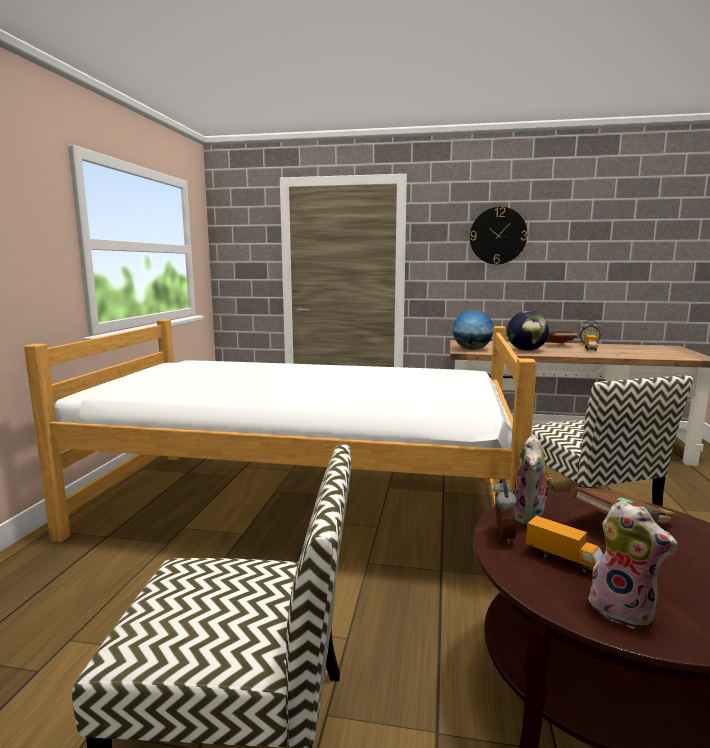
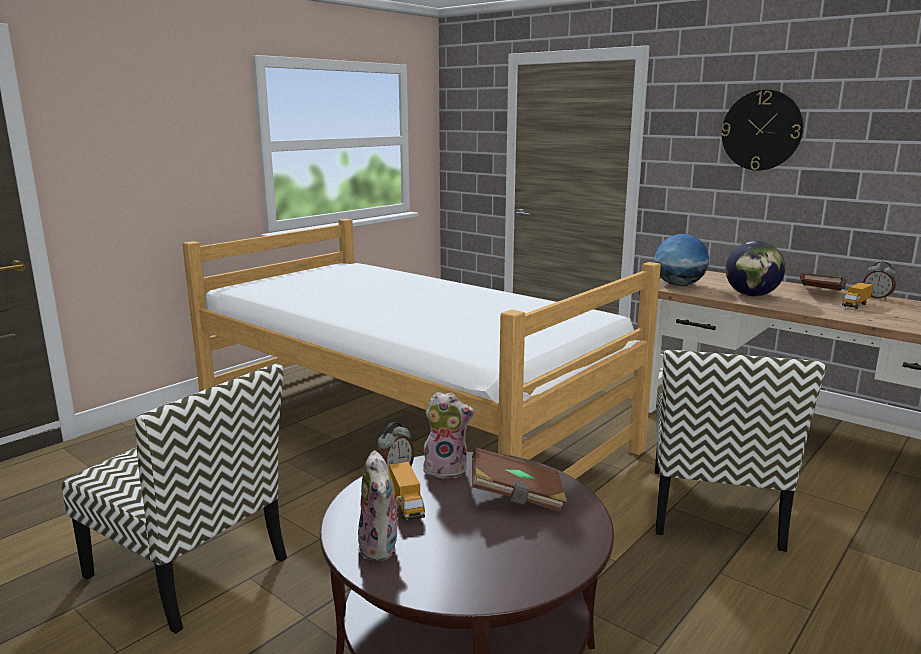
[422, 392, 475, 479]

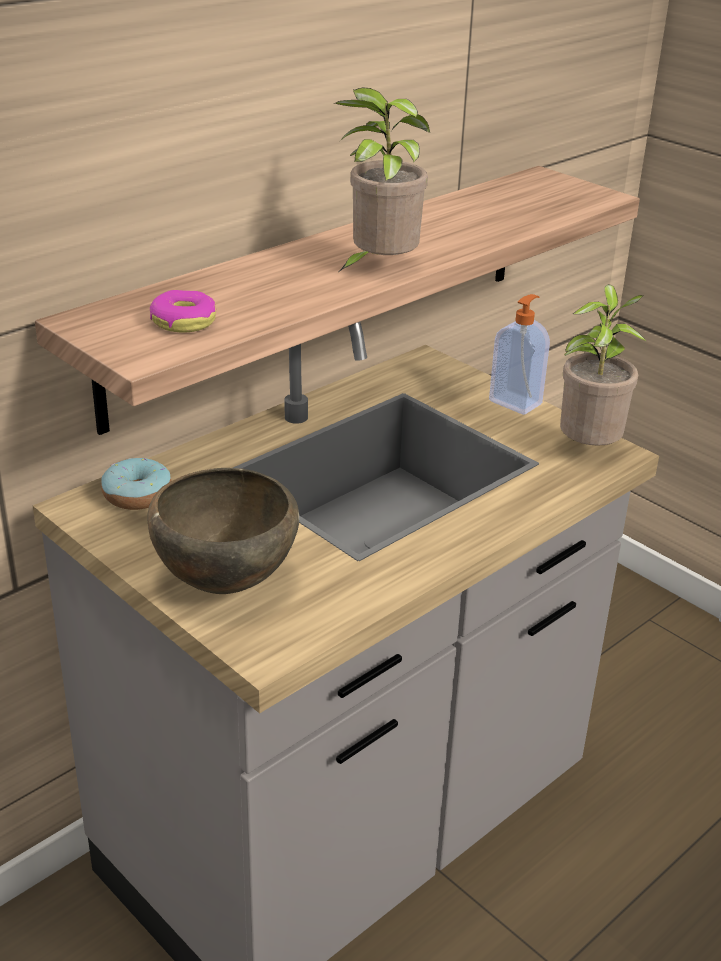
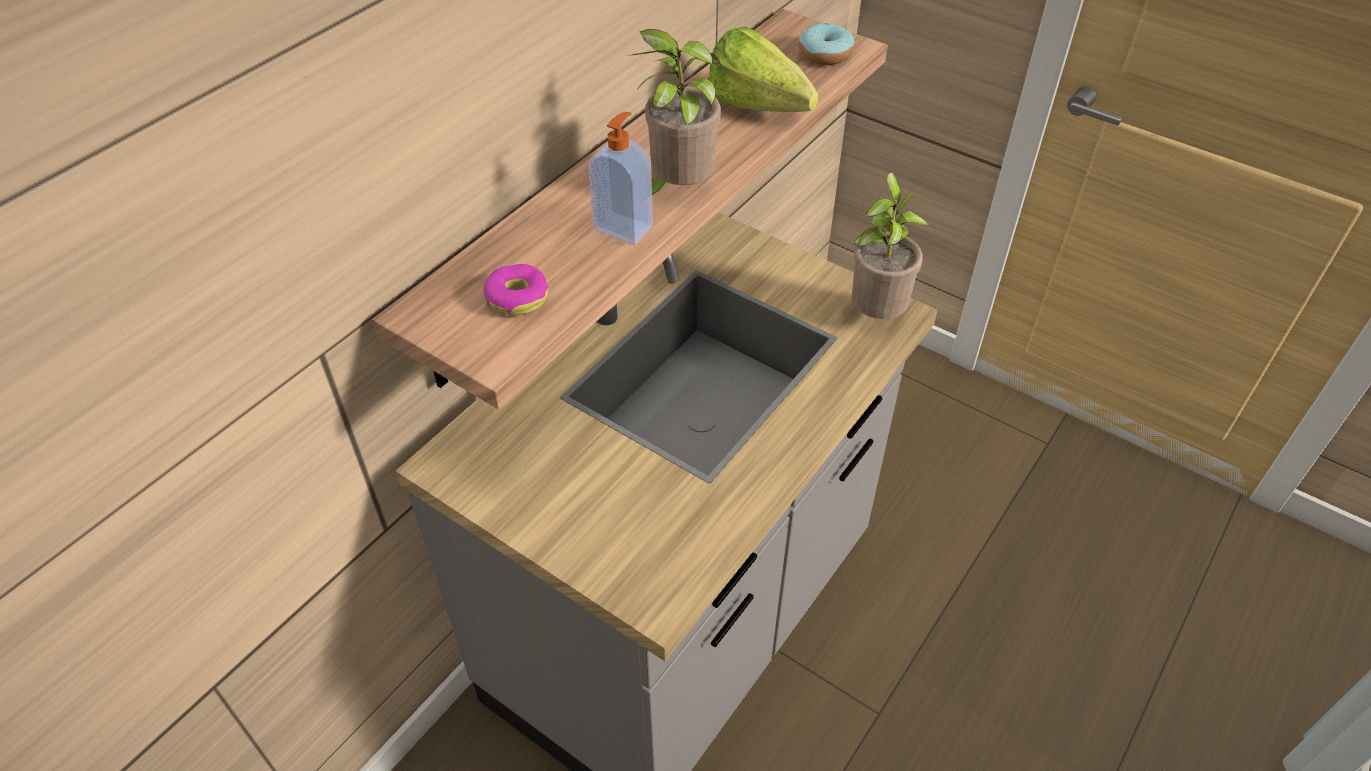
[147, 468, 299, 594] (first image)
[709, 26, 818, 112]
[799, 23, 854, 65]
[588, 112, 653, 245]

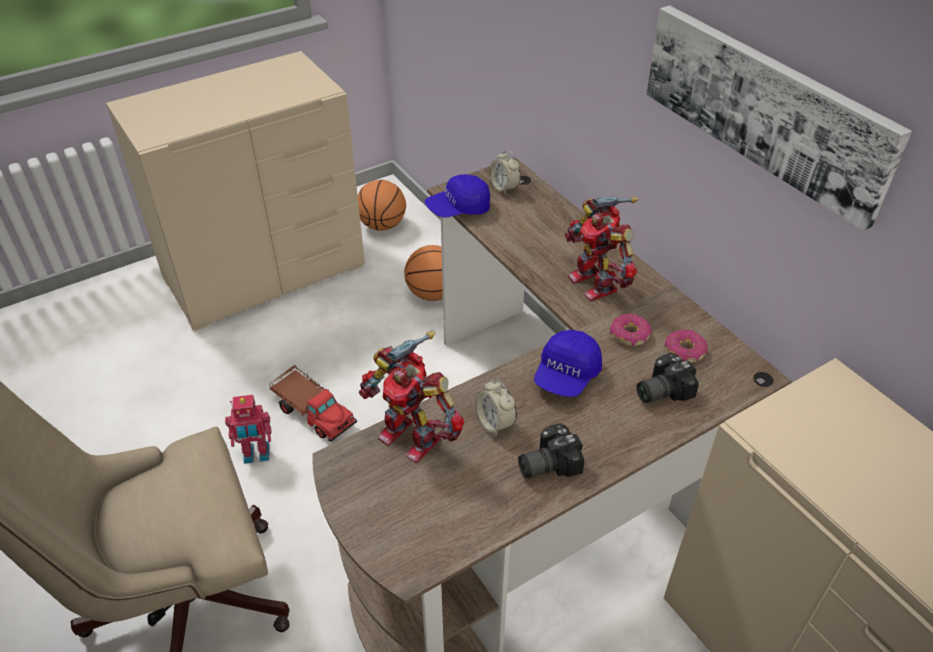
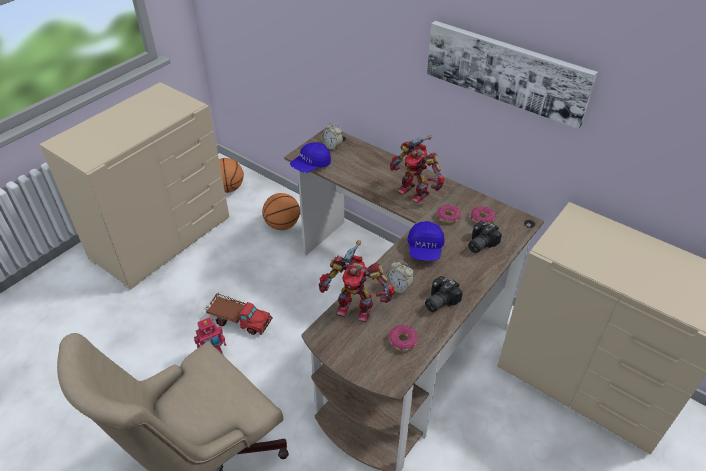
[389, 325, 418, 351]

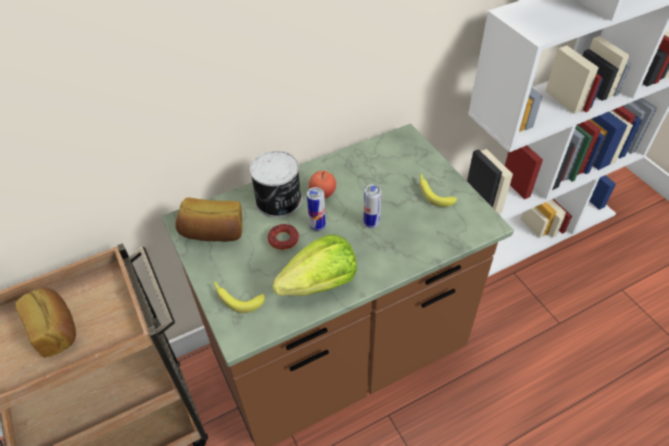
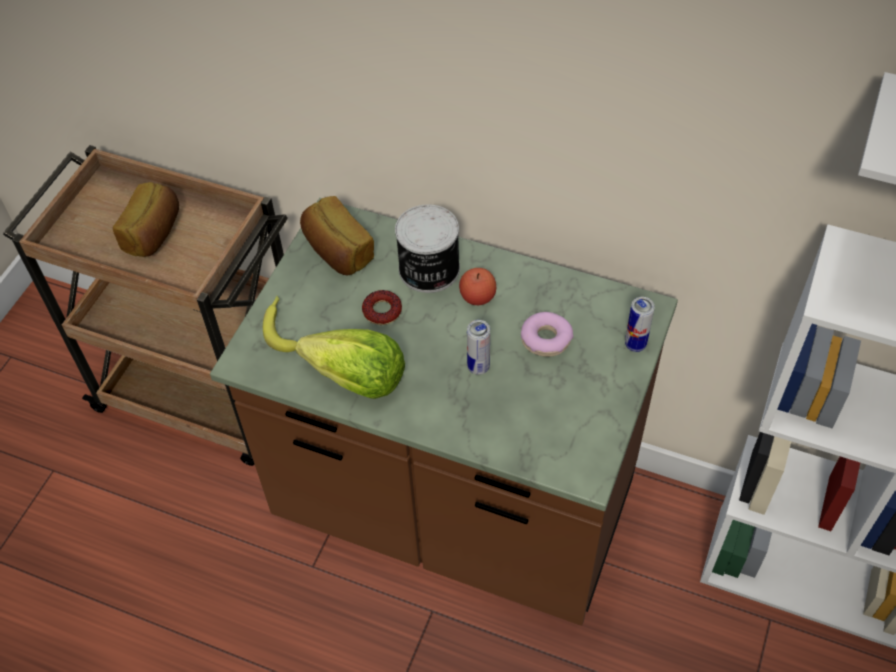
[420, 173, 457, 207] (first image)
[521, 312, 573, 357]
[625, 297, 655, 352]

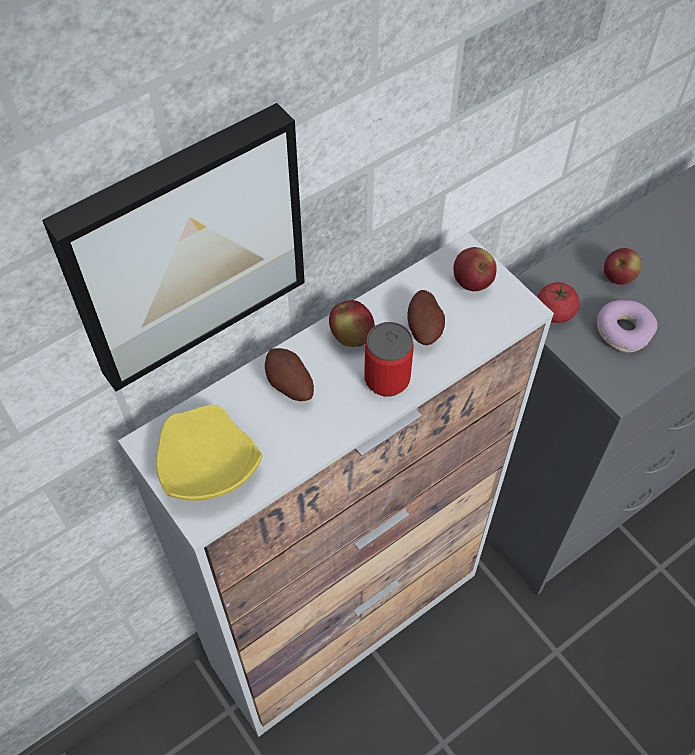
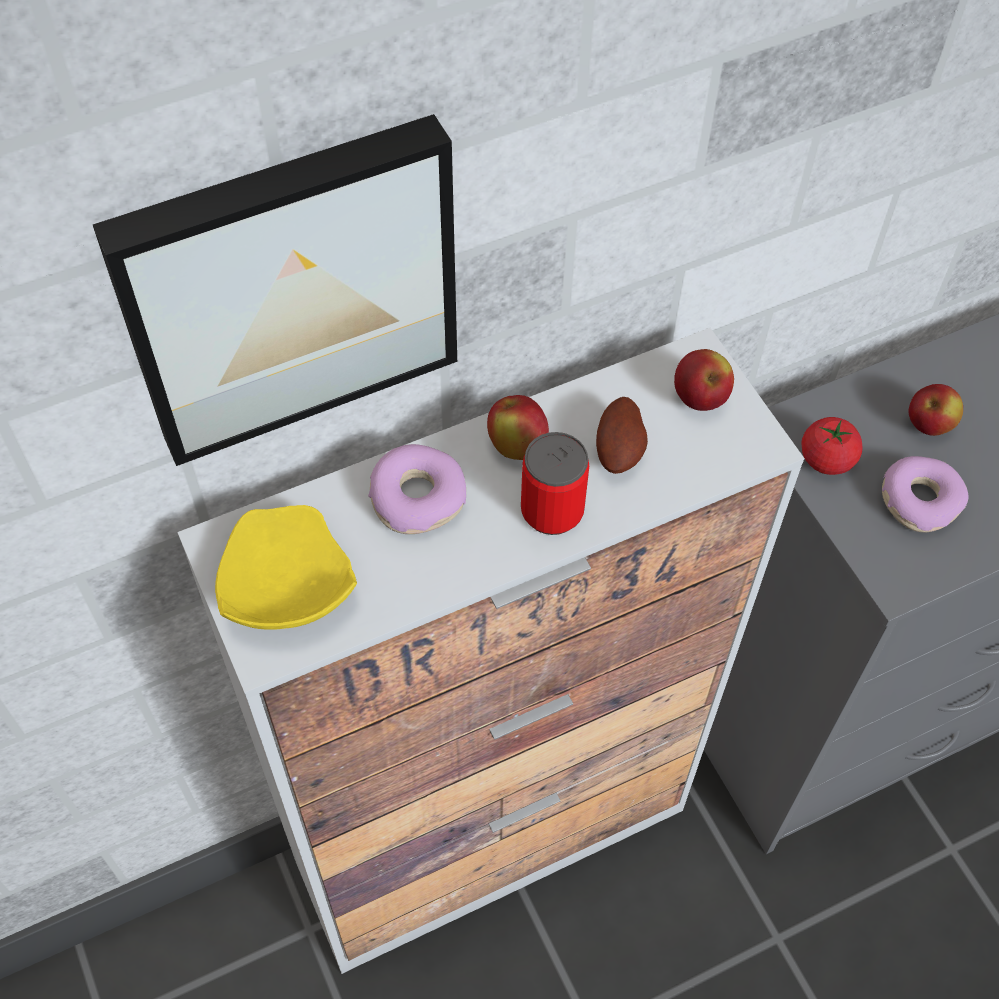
[368, 444, 466, 534]

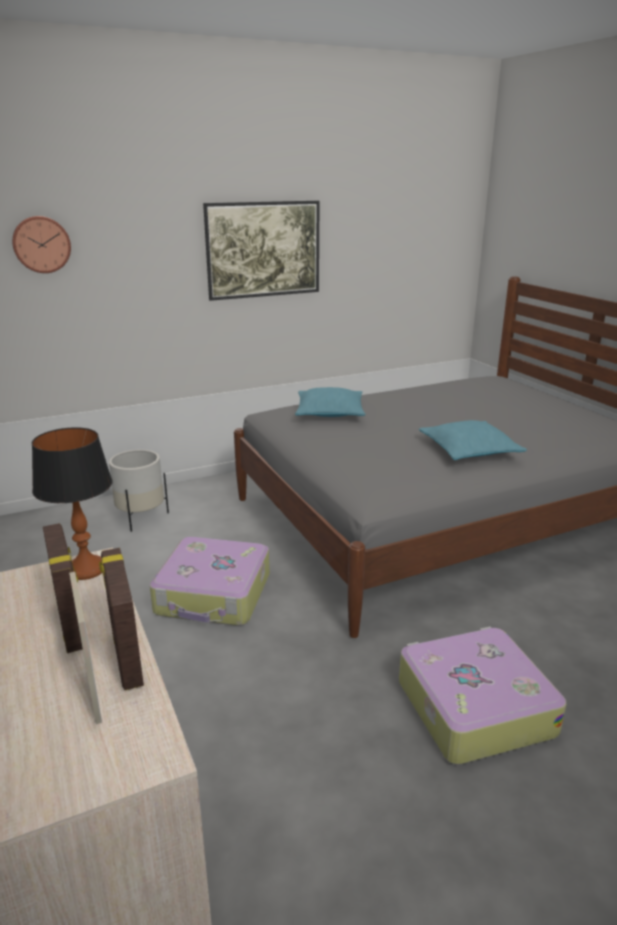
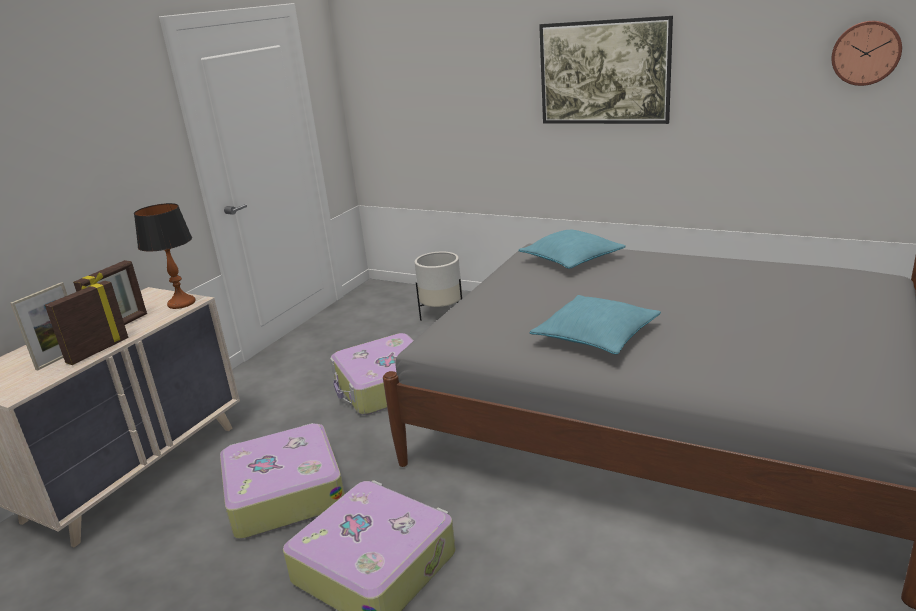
[220, 423, 345, 539]
[831, 21, 902, 86]

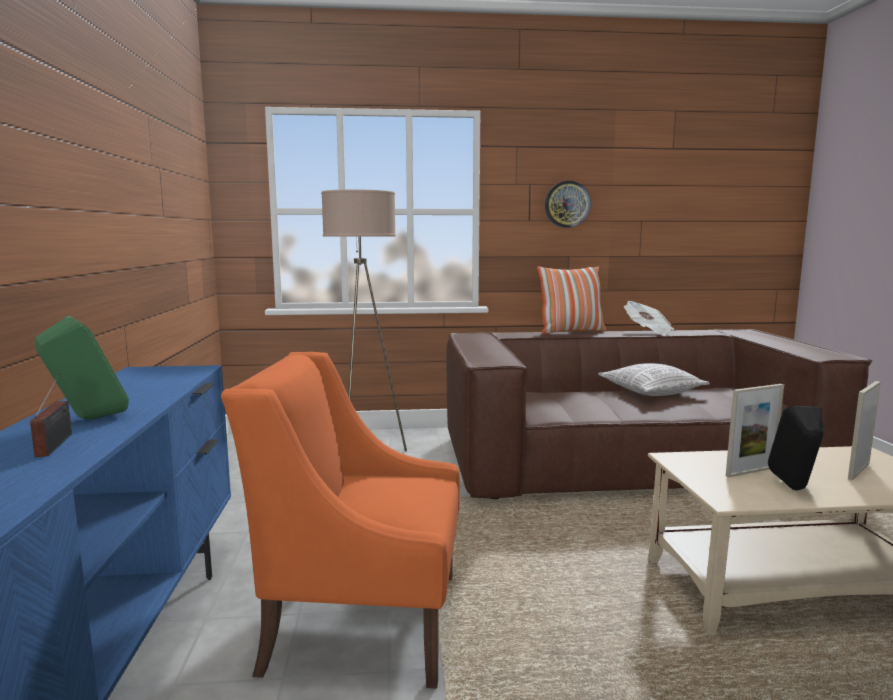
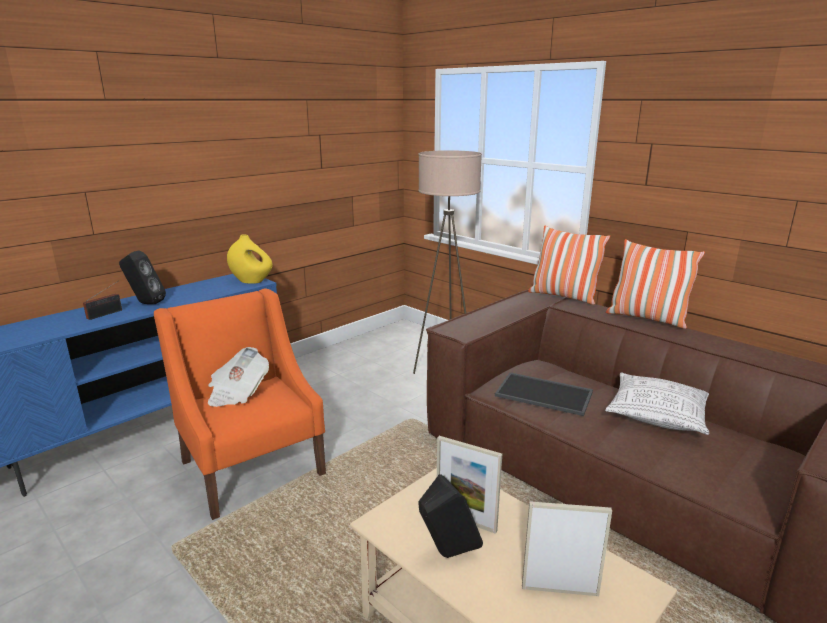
[545, 181, 591, 228] (first image)
[227, 234, 273, 284]
[495, 372, 593, 416]
[528, 225, 610, 305]
[208, 347, 269, 407]
[119, 250, 166, 304]

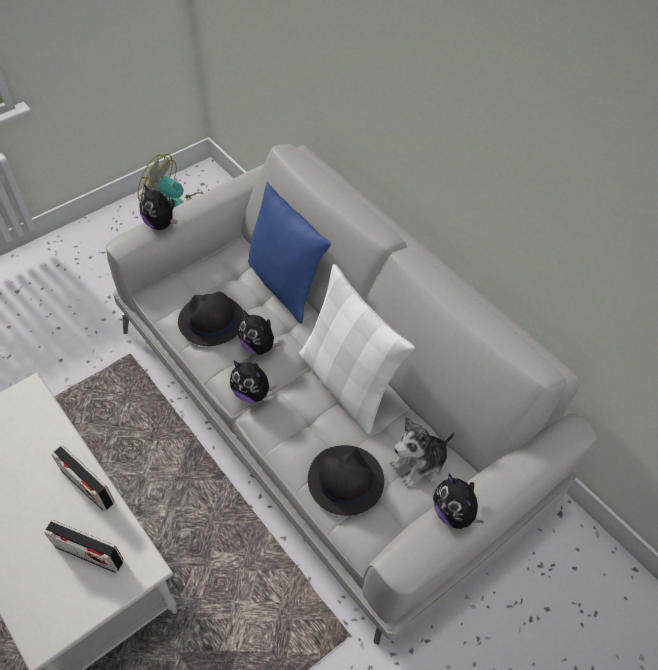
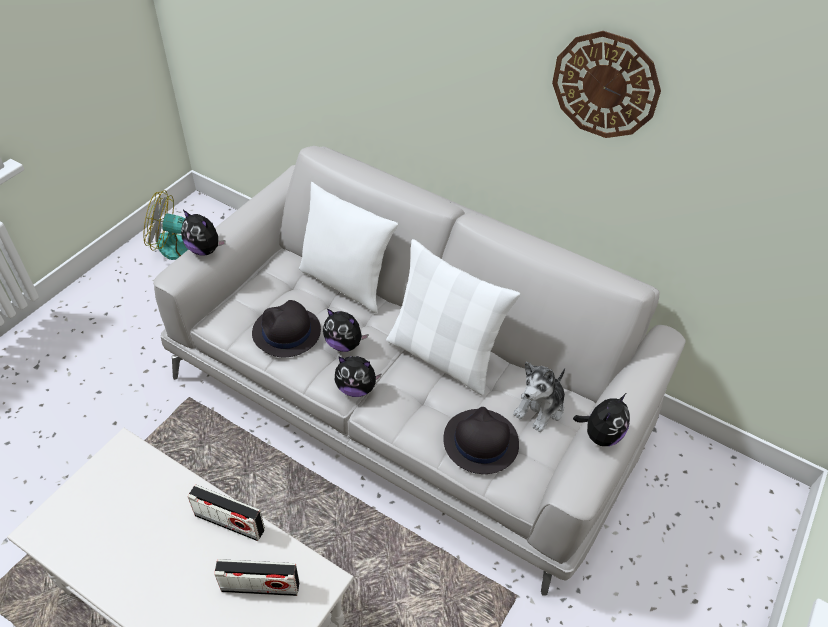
[552, 31, 661, 138]
[299, 182, 398, 313]
[573, 393, 630, 446]

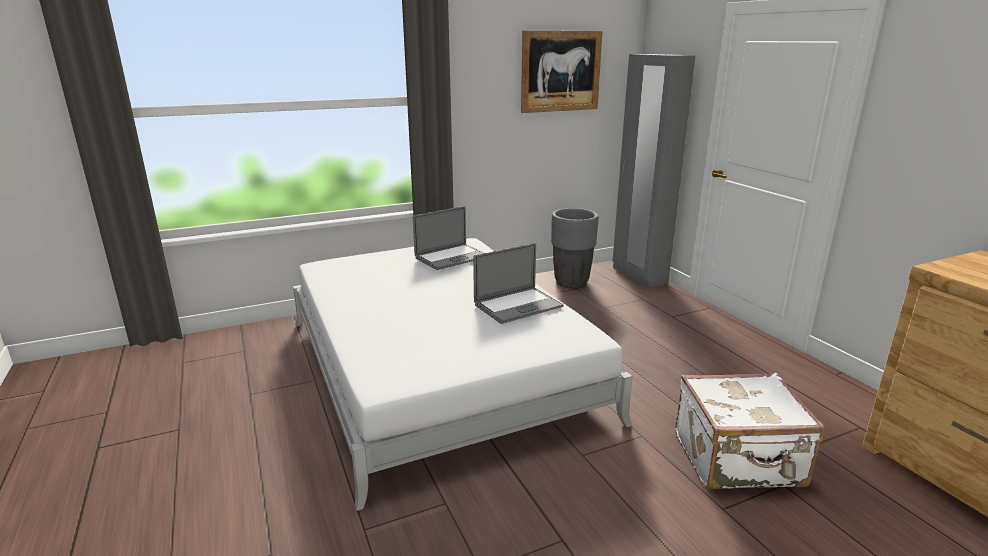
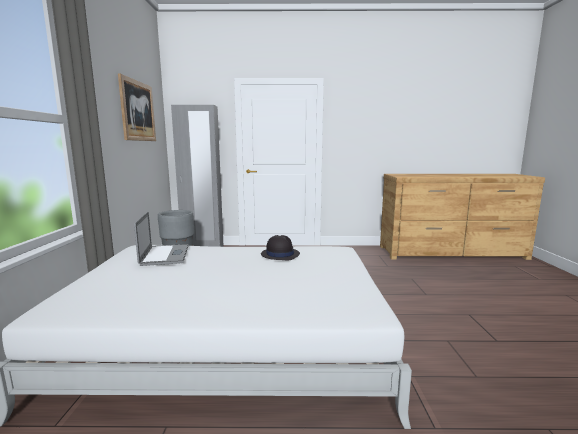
[675, 373, 825, 490] (first image)
[261, 235, 300, 261]

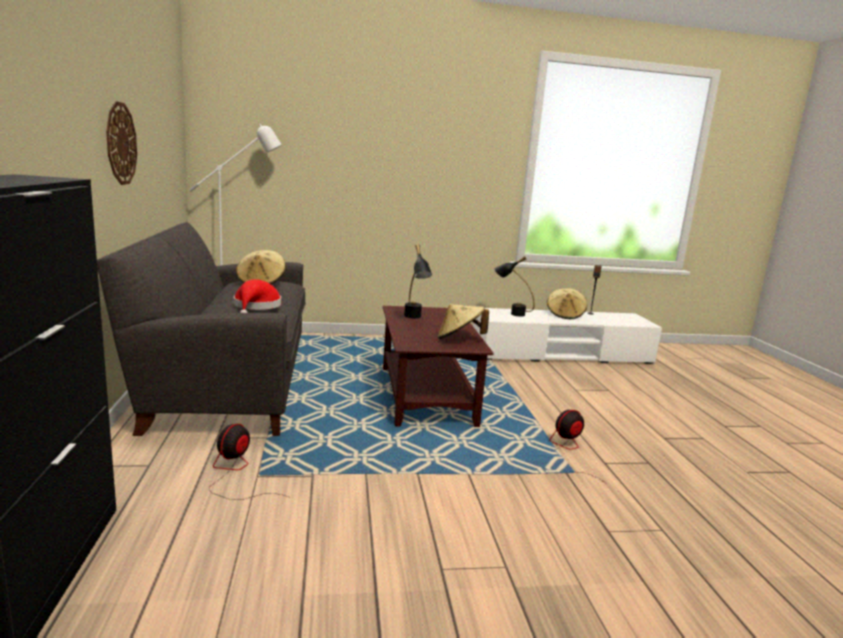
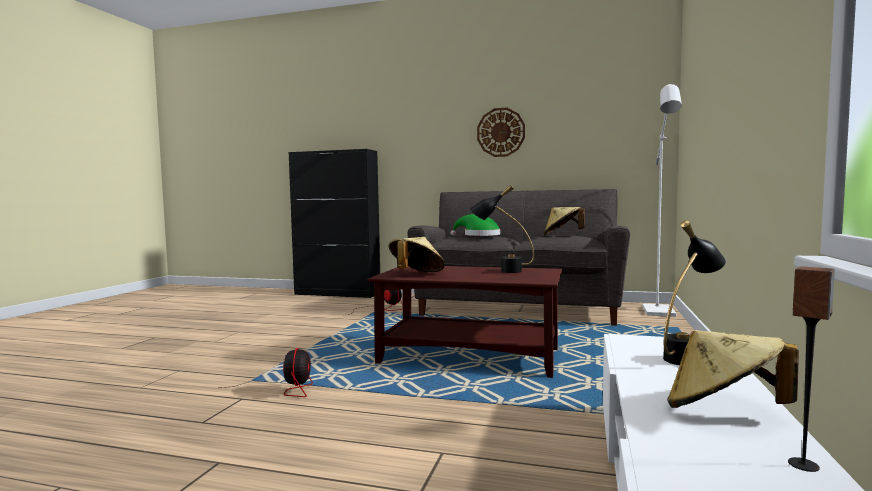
[451, 214, 500, 236]

